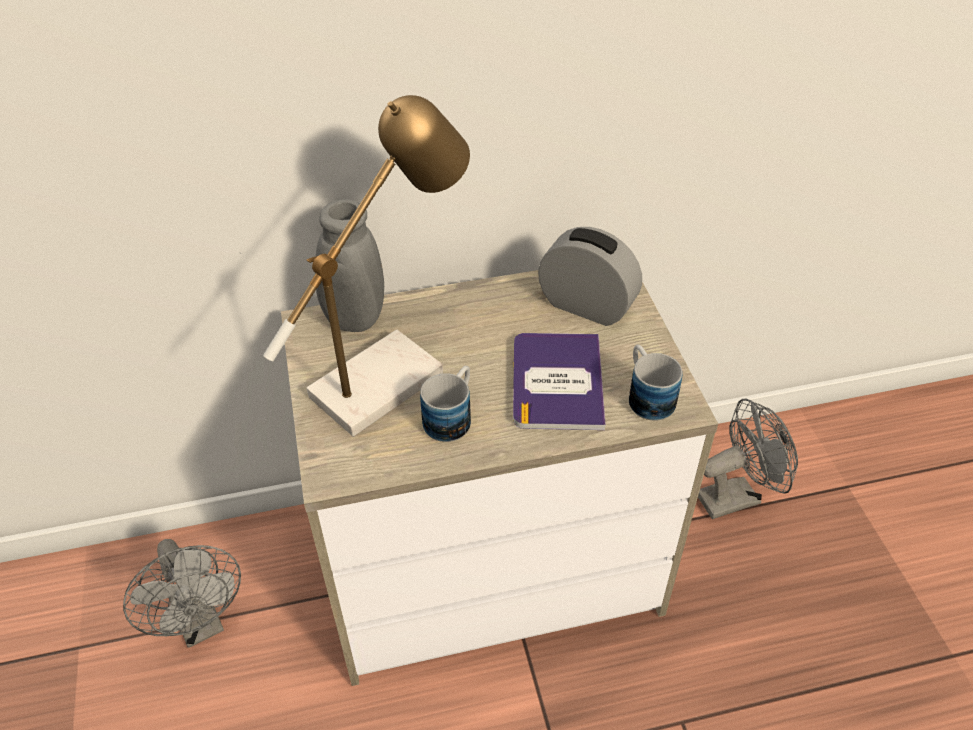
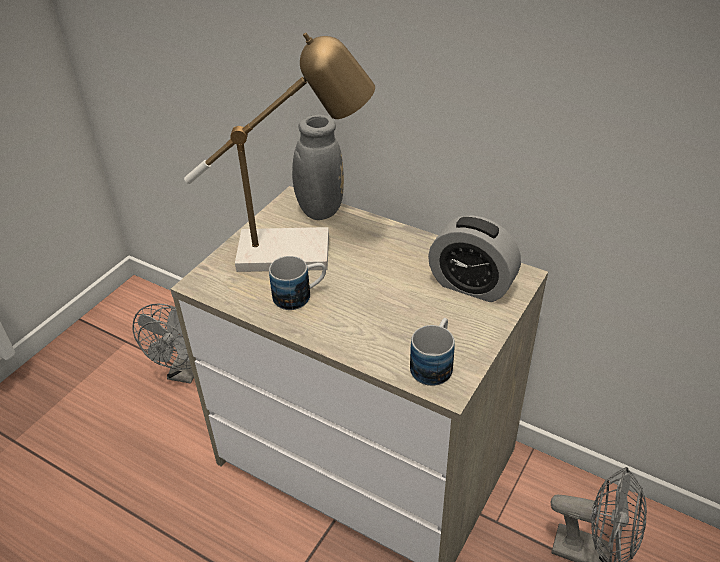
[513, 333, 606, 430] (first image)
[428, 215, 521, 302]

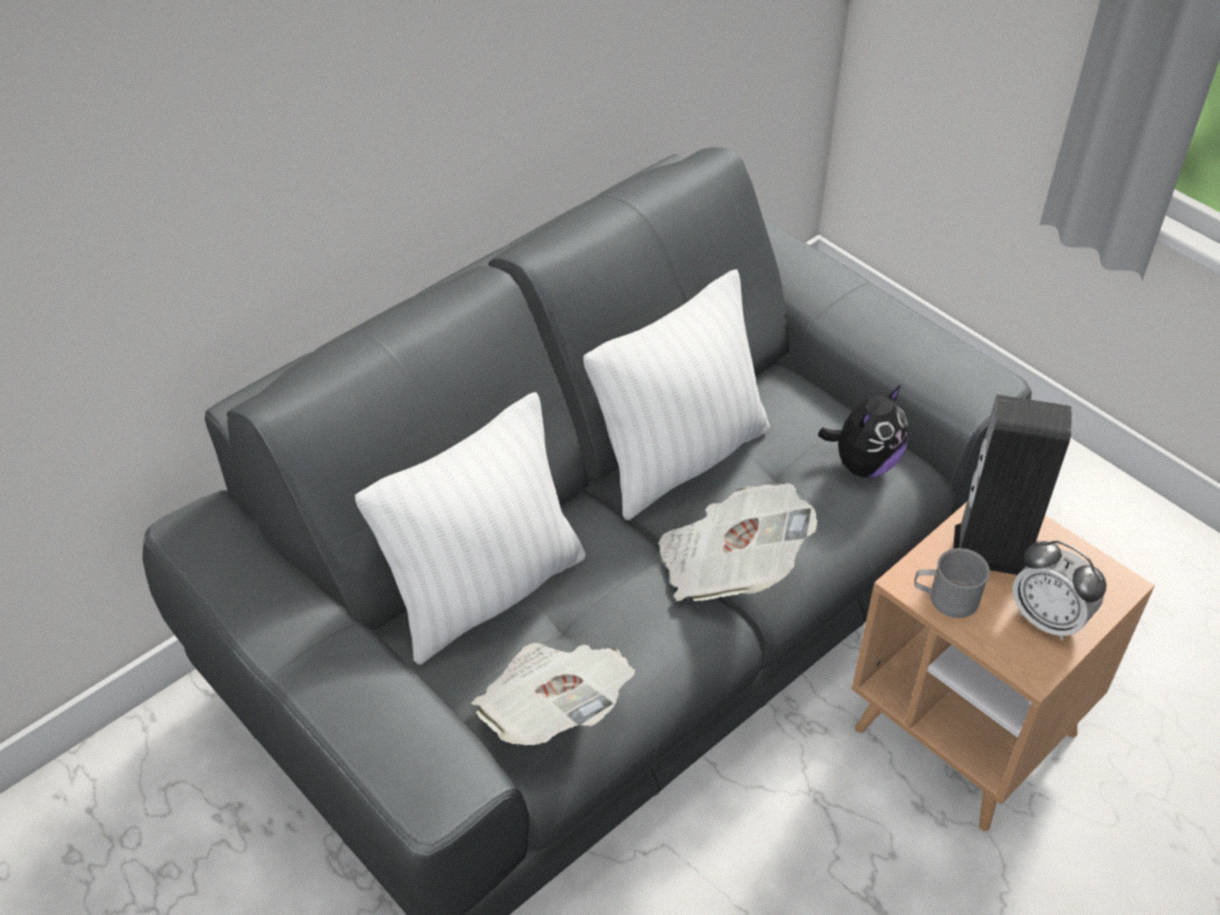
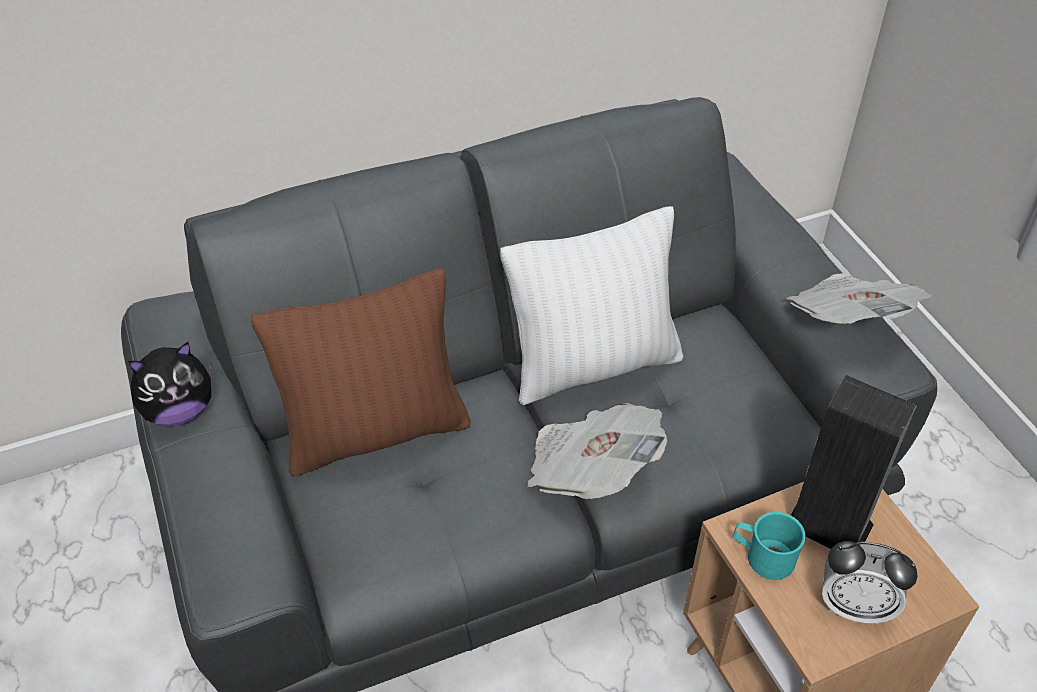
[786, 273, 932, 324]
[128, 342, 211, 427]
[251, 268, 471, 477]
[734, 512, 806, 580]
[822, 541, 918, 624]

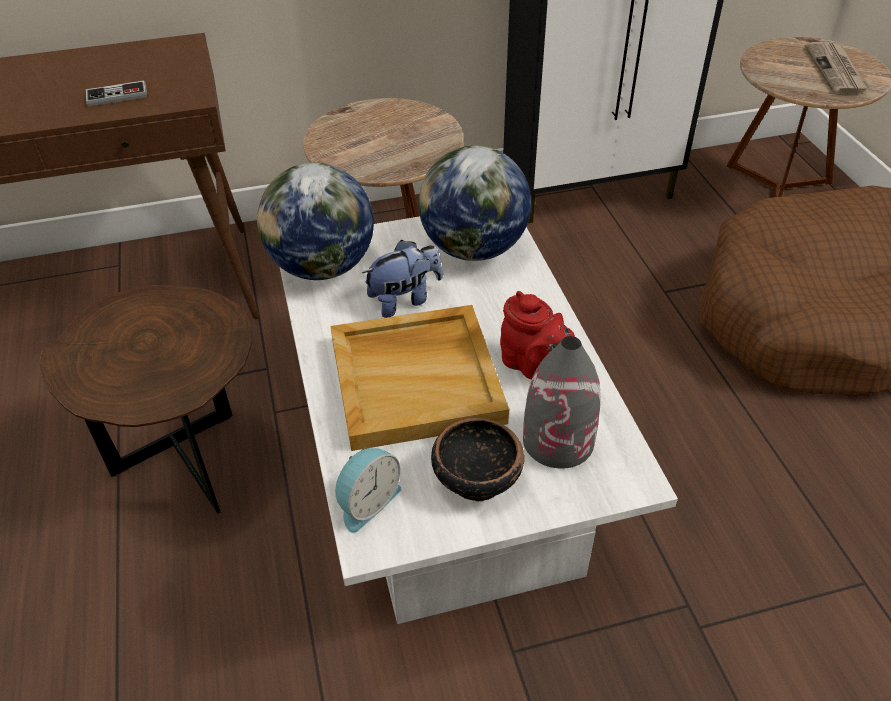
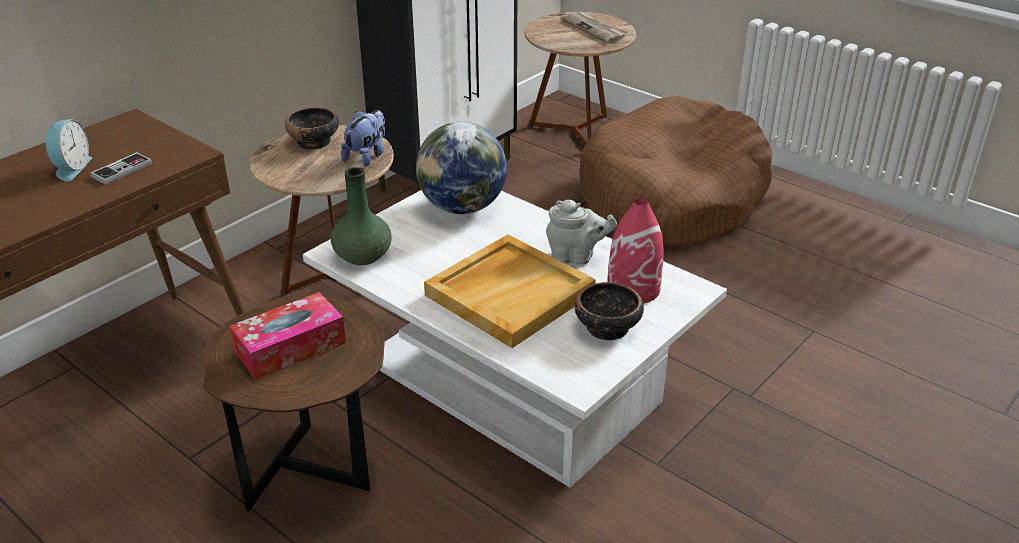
[229, 292, 346, 380]
[285, 107, 339, 150]
[46, 119, 92, 181]
[341, 110, 385, 167]
[331, 167, 392, 265]
[546, 200, 617, 265]
[607, 198, 664, 304]

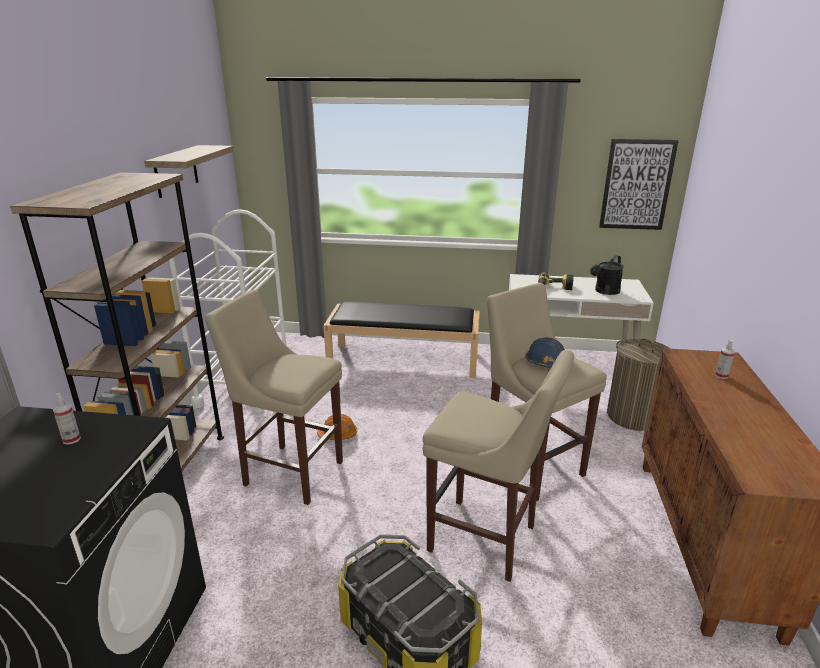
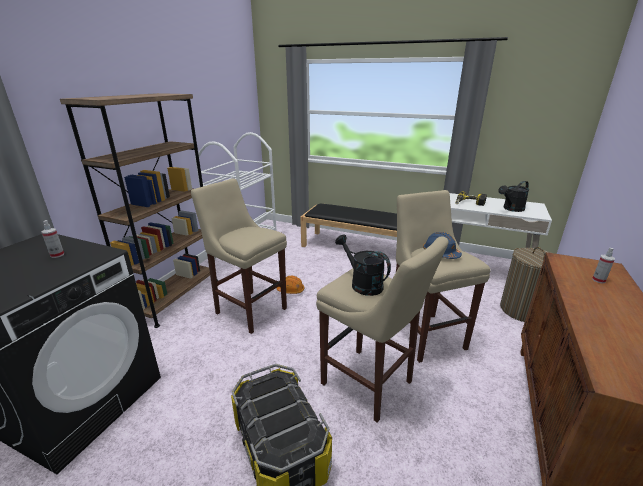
[144, 145, 234, 198] (first image)
[599, 139, 679, 230] (first image)
[335, 234, 391, 296]

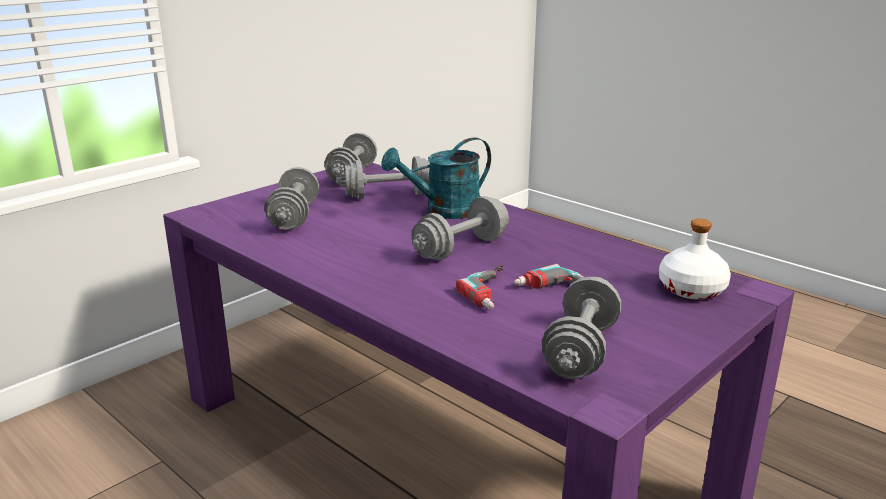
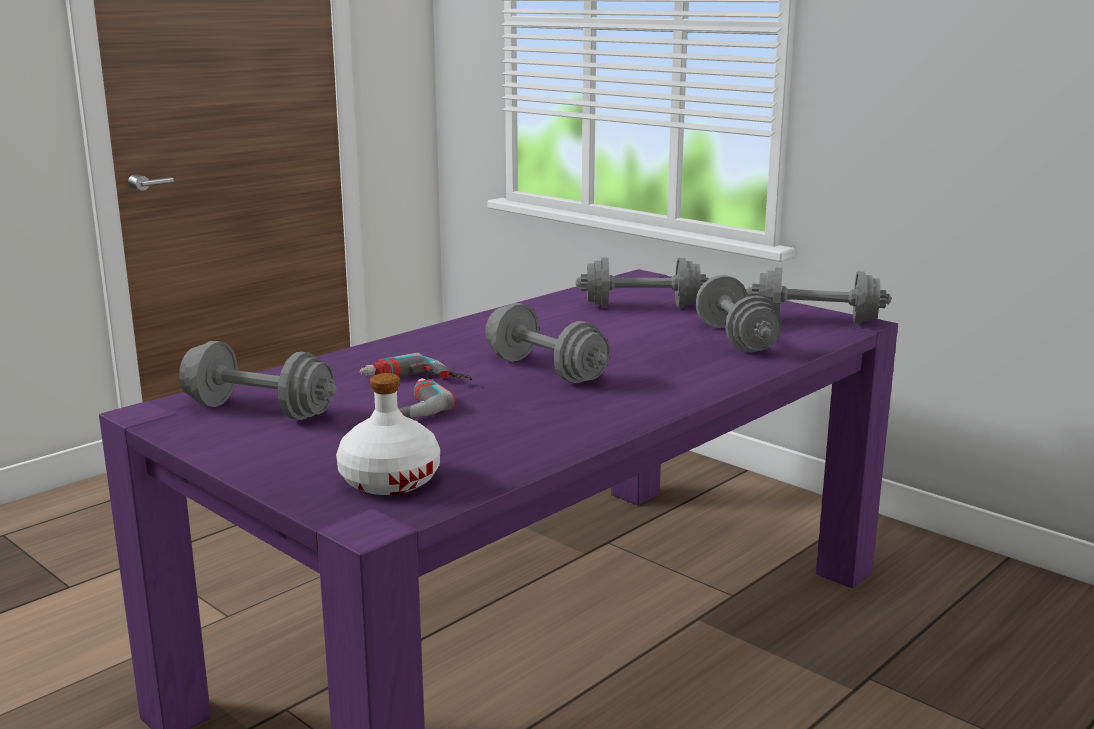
[381, 137, 491, 219] (first image)

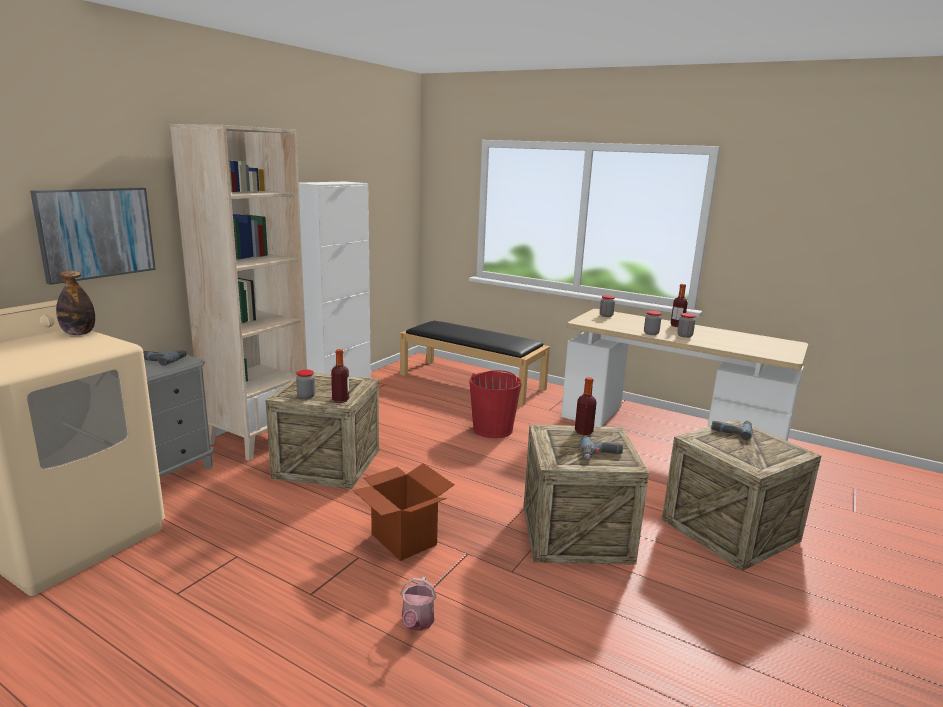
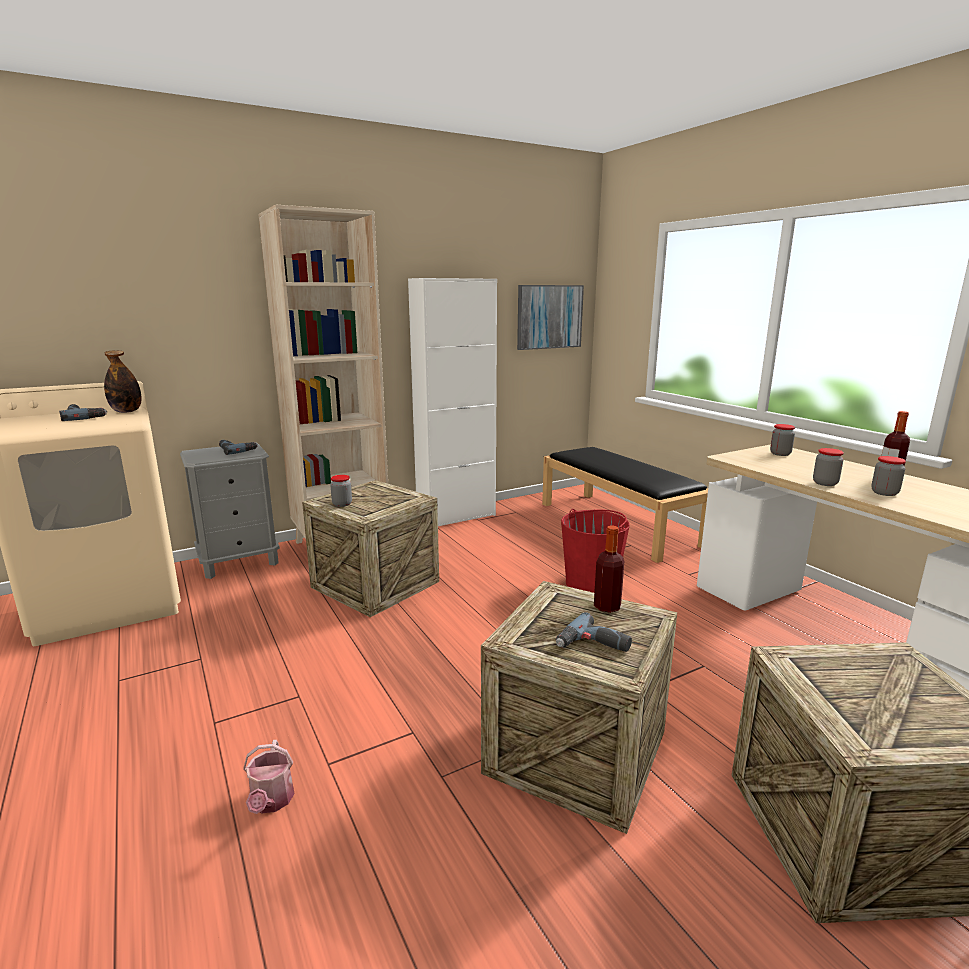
[331, 349, 349, 403] (first image)
[352, 463, 455, 561] (first image)
[517, 285, 584, 350]
[59, 404, 107, 421]
[243, 740, 295, 814]

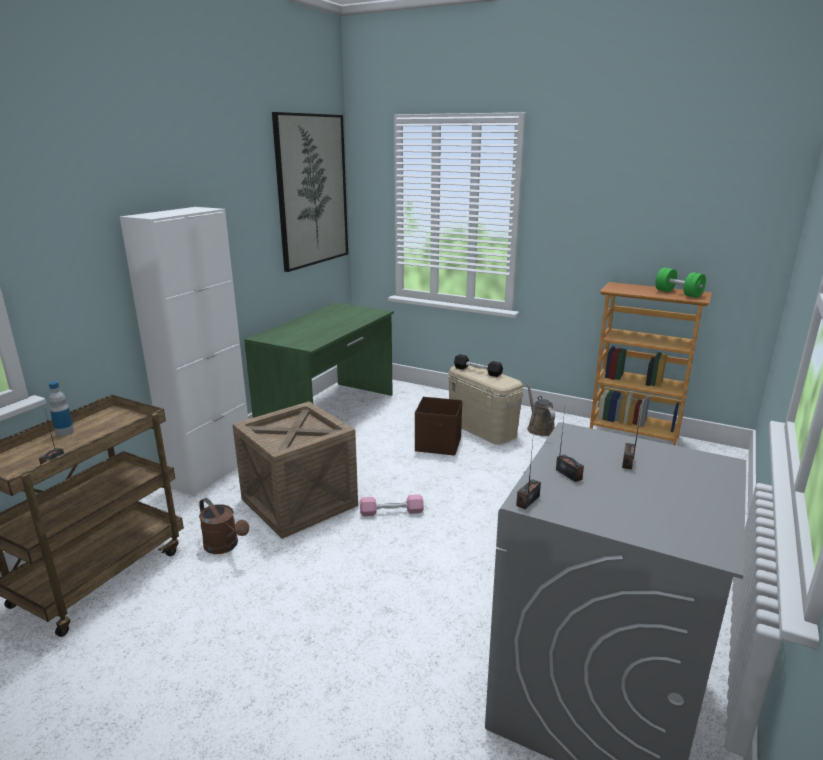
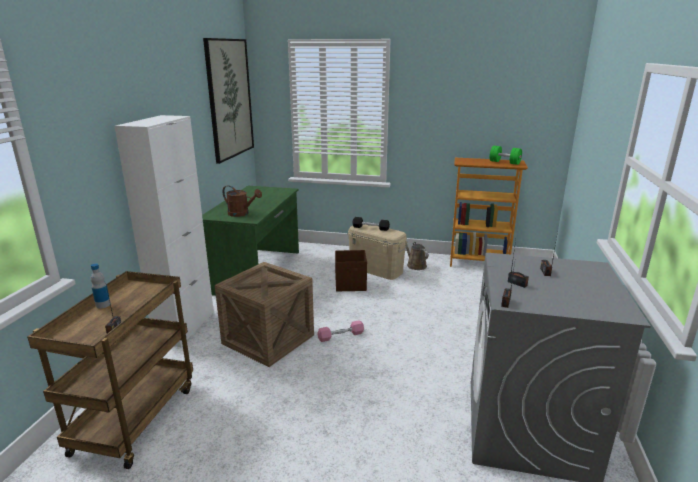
[223, 185, 262, 217]

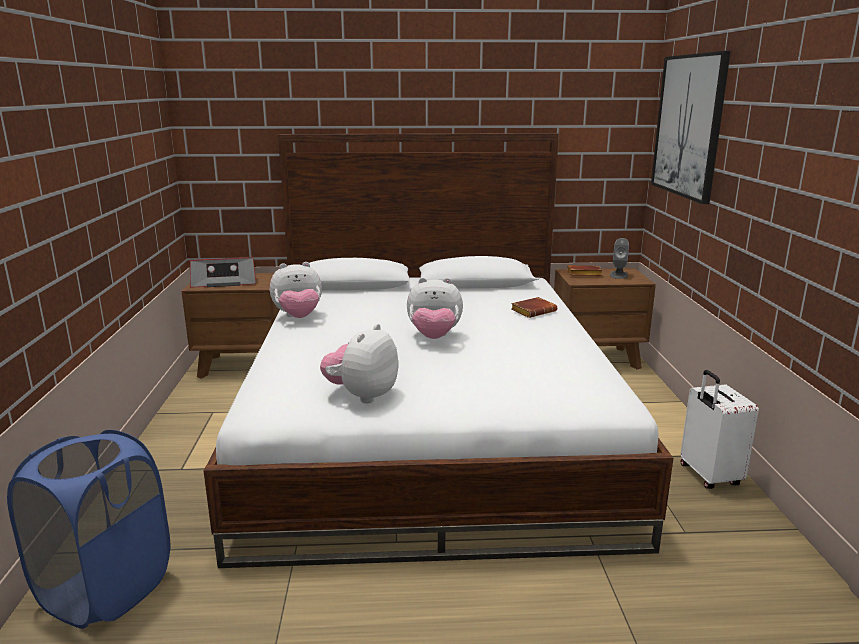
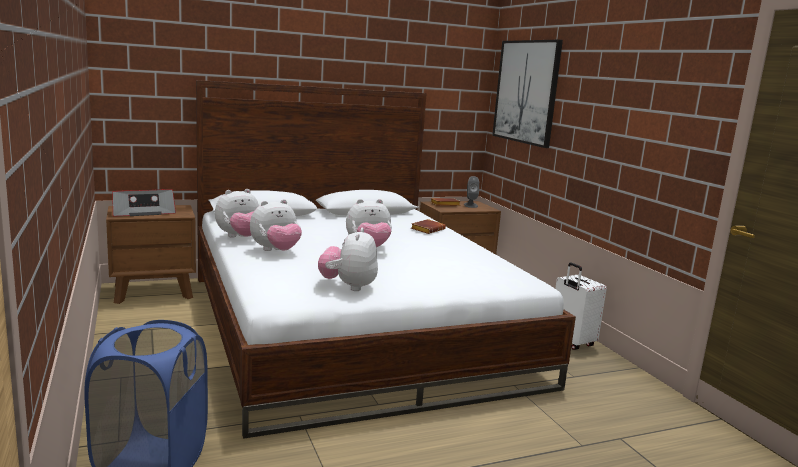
[250, 199, 302, 251]

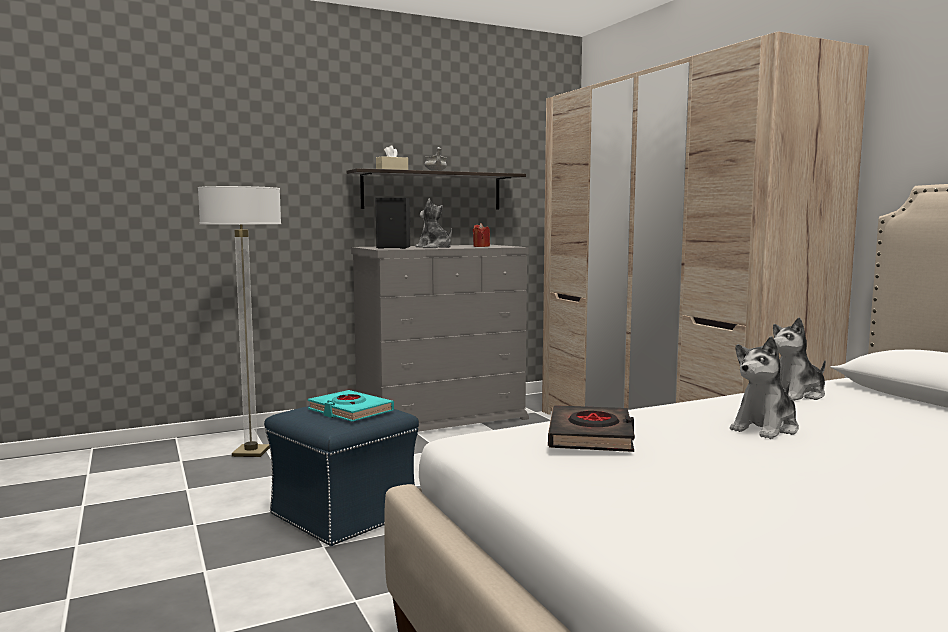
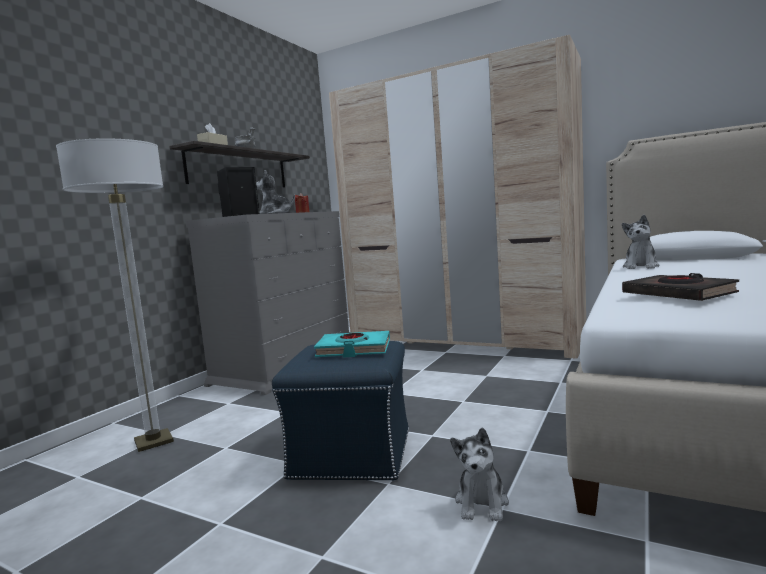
[450, 427, 509, 522]

